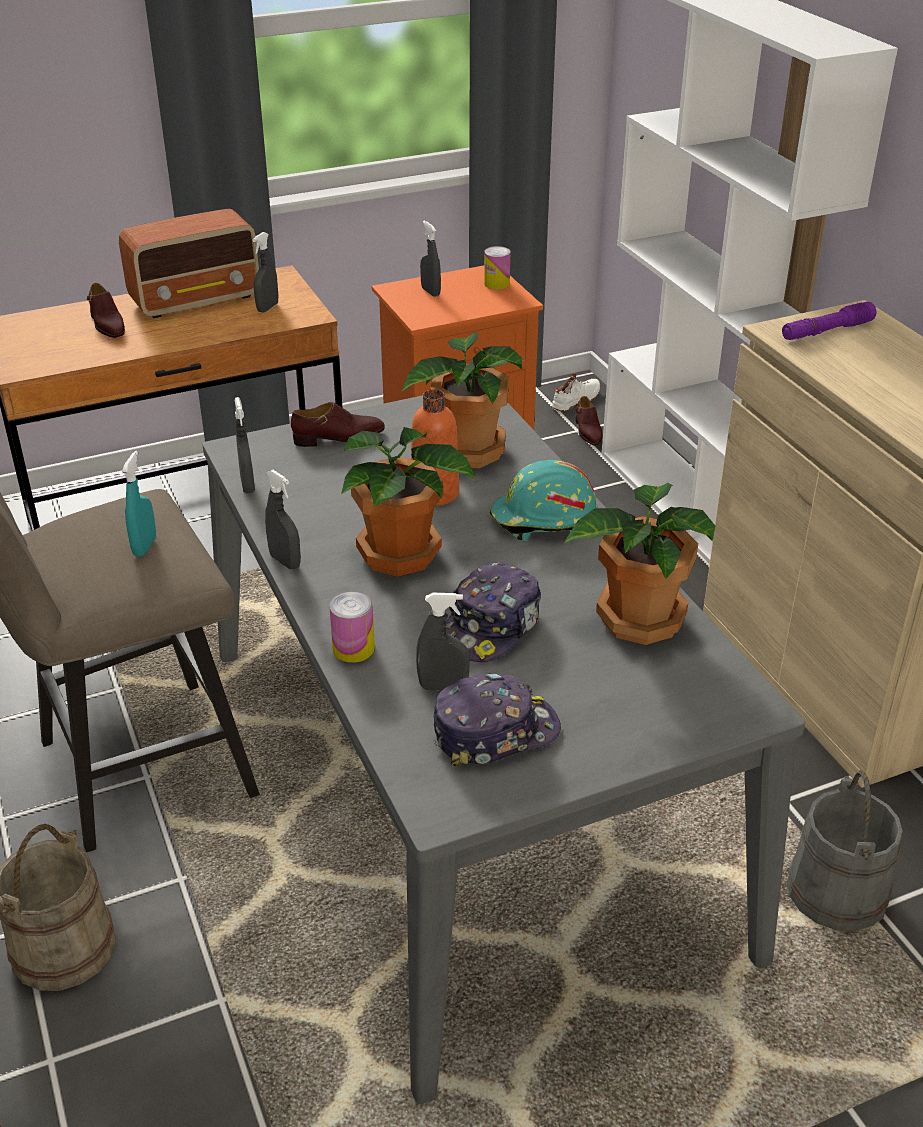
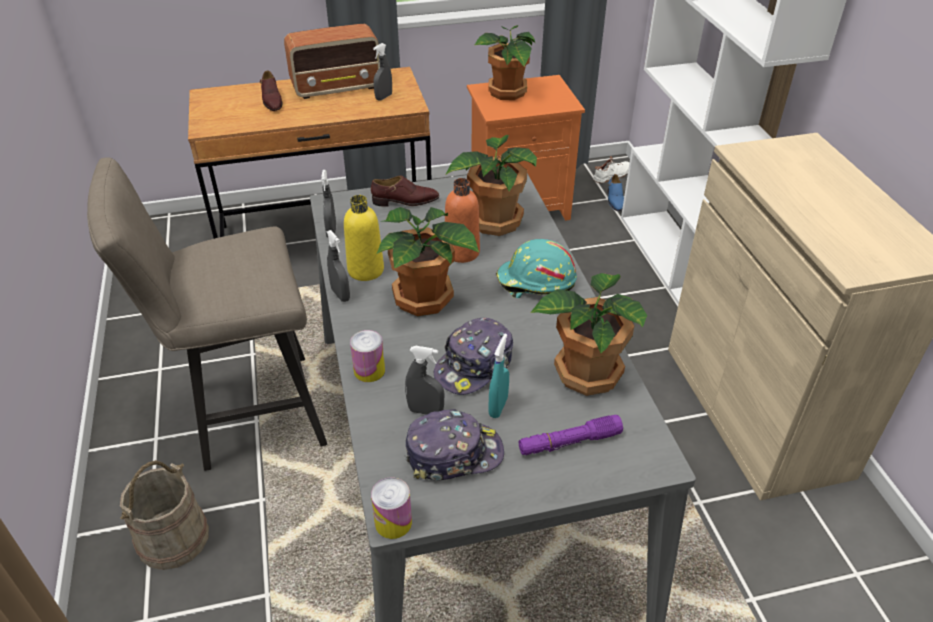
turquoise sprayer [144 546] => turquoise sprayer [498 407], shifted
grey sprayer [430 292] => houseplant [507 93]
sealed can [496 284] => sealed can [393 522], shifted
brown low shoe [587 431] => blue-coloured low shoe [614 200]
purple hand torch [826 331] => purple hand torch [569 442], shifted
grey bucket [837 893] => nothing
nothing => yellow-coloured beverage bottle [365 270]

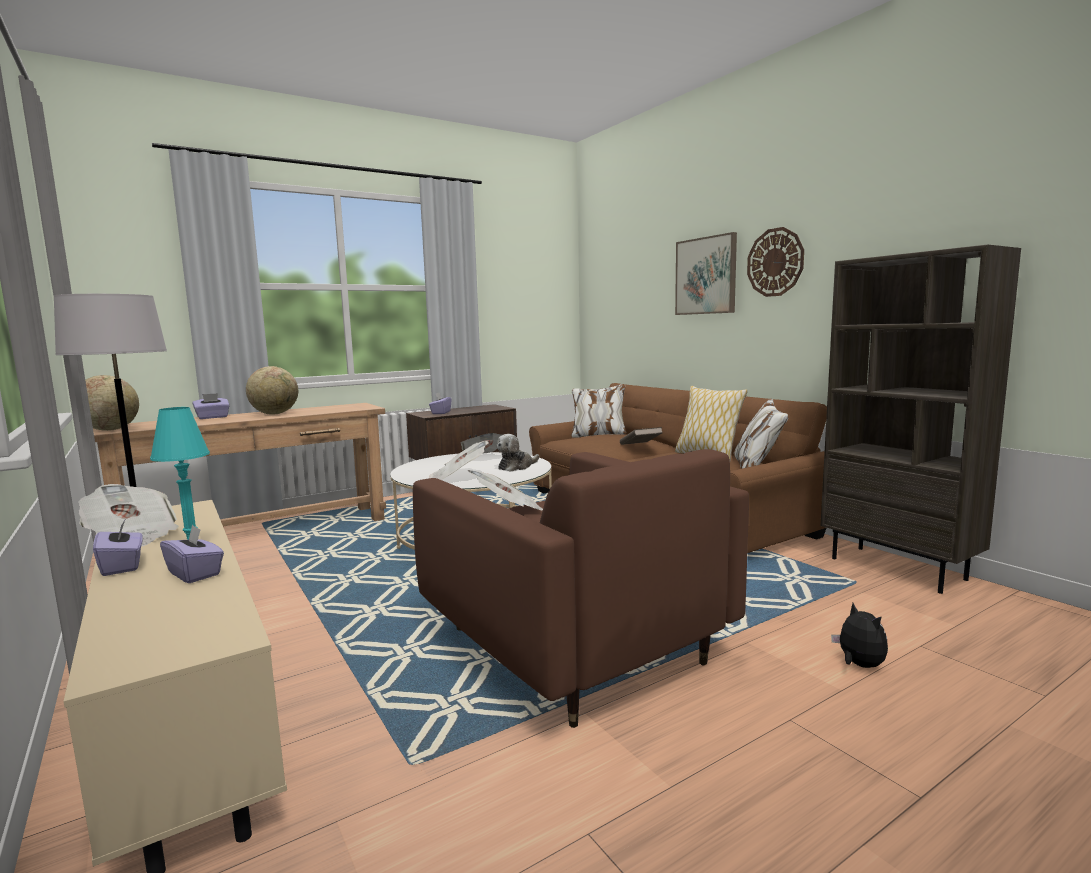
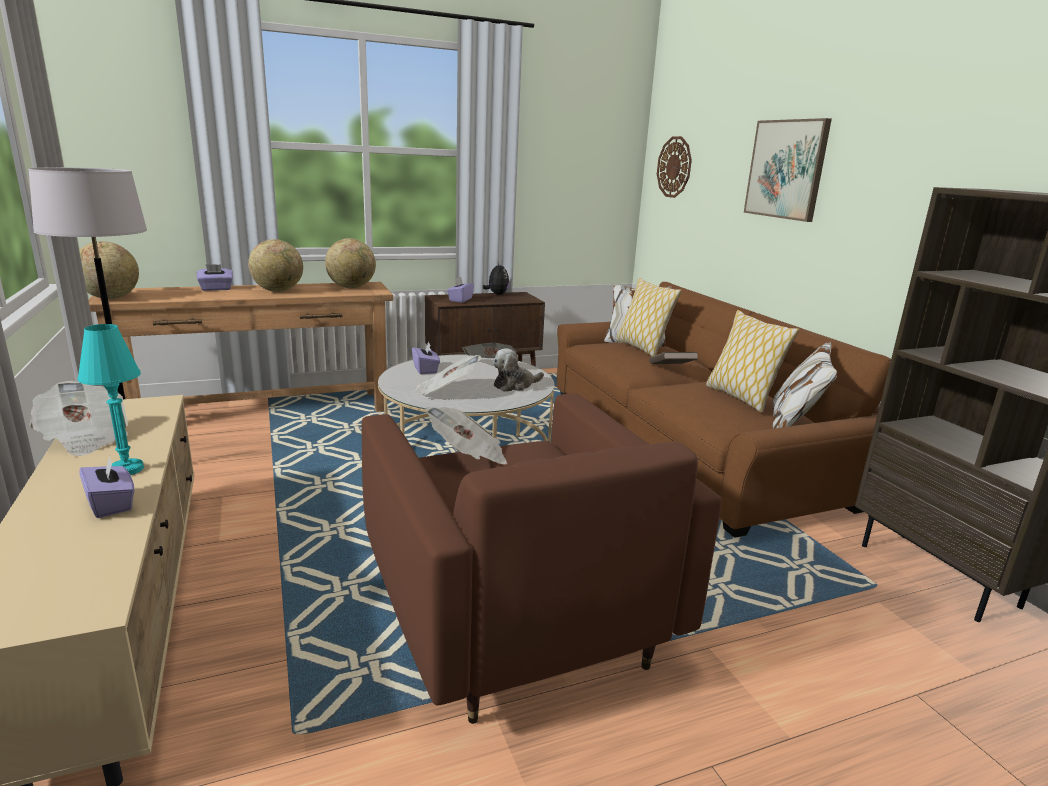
purple tissue holder [122 566] => purple tissue holder [426 369], shifted
wall clock [775 262] => wall clock [674 167], shifted
soft toy [859 665] => soft toy [496 294], shifted
nothing => globe [352 287]
nothing => pillow [642 348]

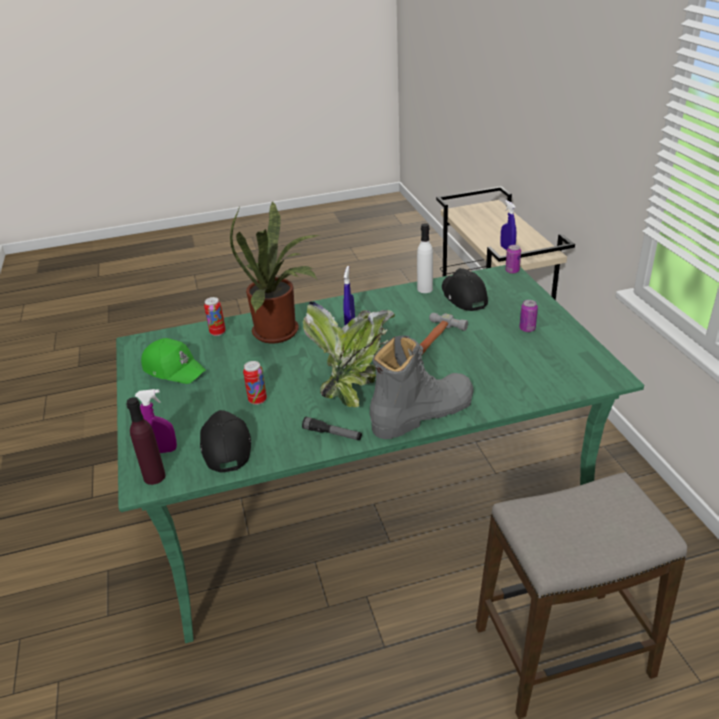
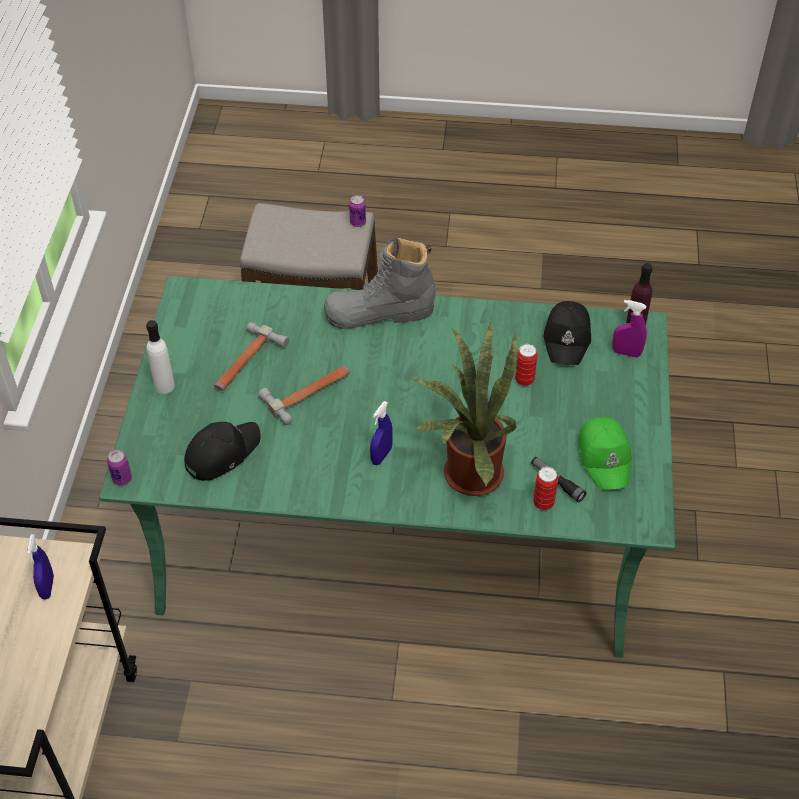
green-coloured cap [174 369] => green-coloured cap [605 457], 150 degrees counterclockwise
hand torch [332 434] => hand torch [557 482], shifted
houseplant [353 382] => nothing
white beverage bottle [425 289] => white beverage bottle [164 386], shifted
blackish cap [463 297] => blackish cap [221 453], 135 degrees counterclockwise
sealed can [527 329] => sealed can [357 222], shifted
nothing => hand hammer [245 363]

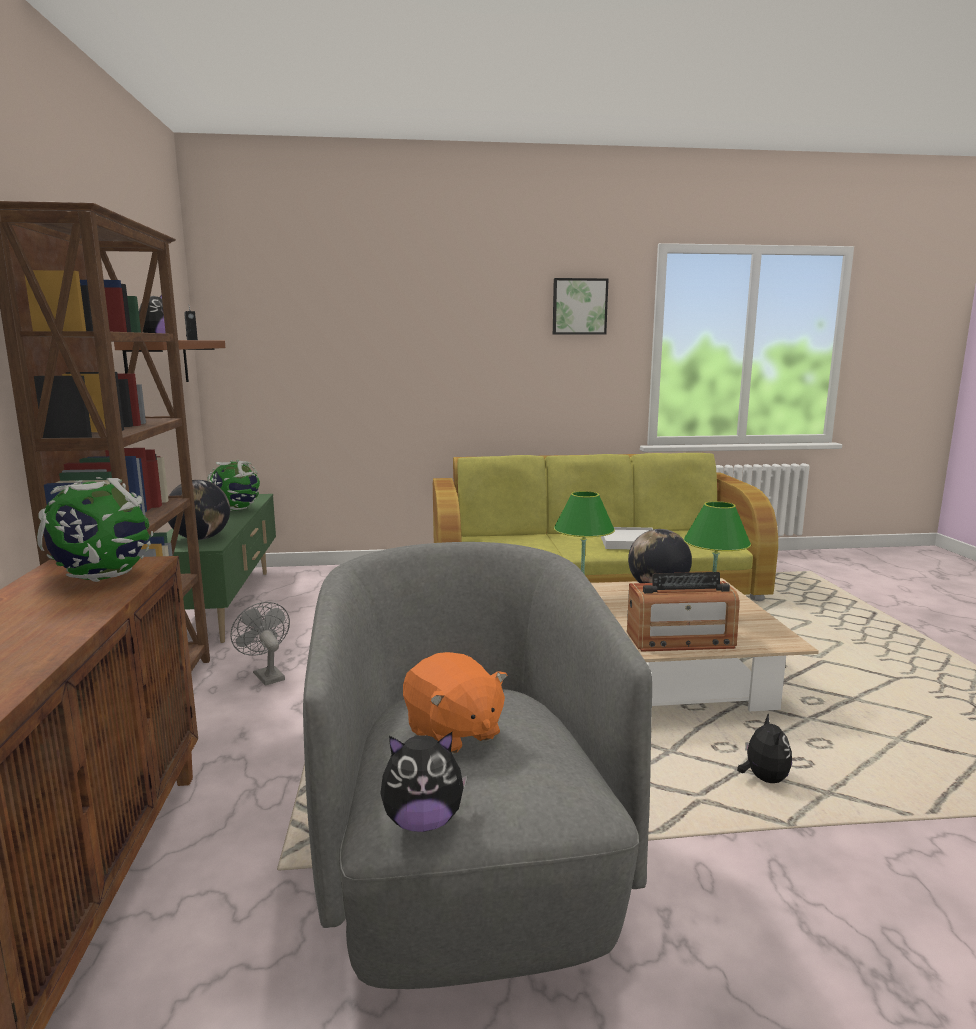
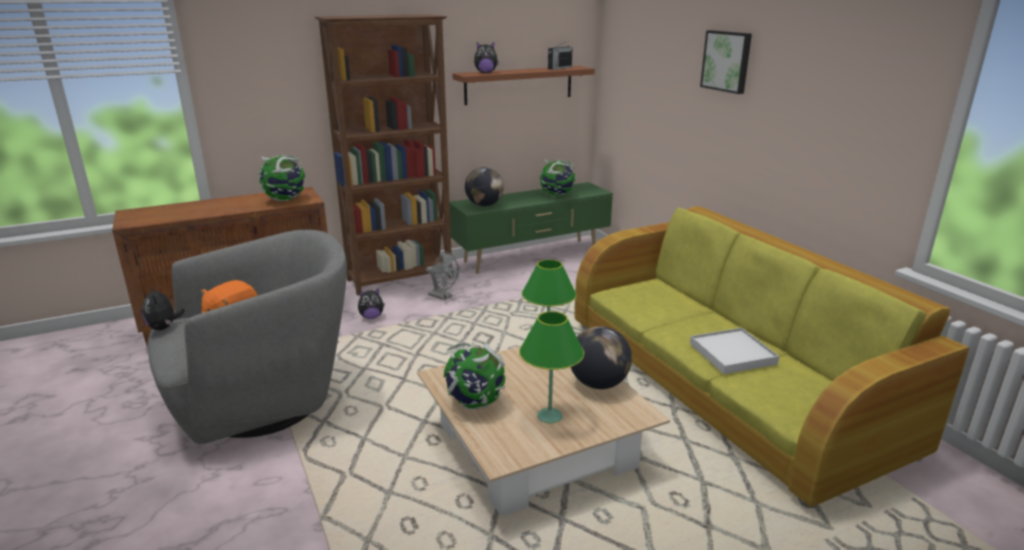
grey electric fan [266 675] => grey electric fan [443 296], 90 degrees clockwise
wall picture [579 306] => wall picture [727 61], shifted
radio [680 640] => globe [474 403]
soft toy [763 778] => soft toy [371 317], shifted

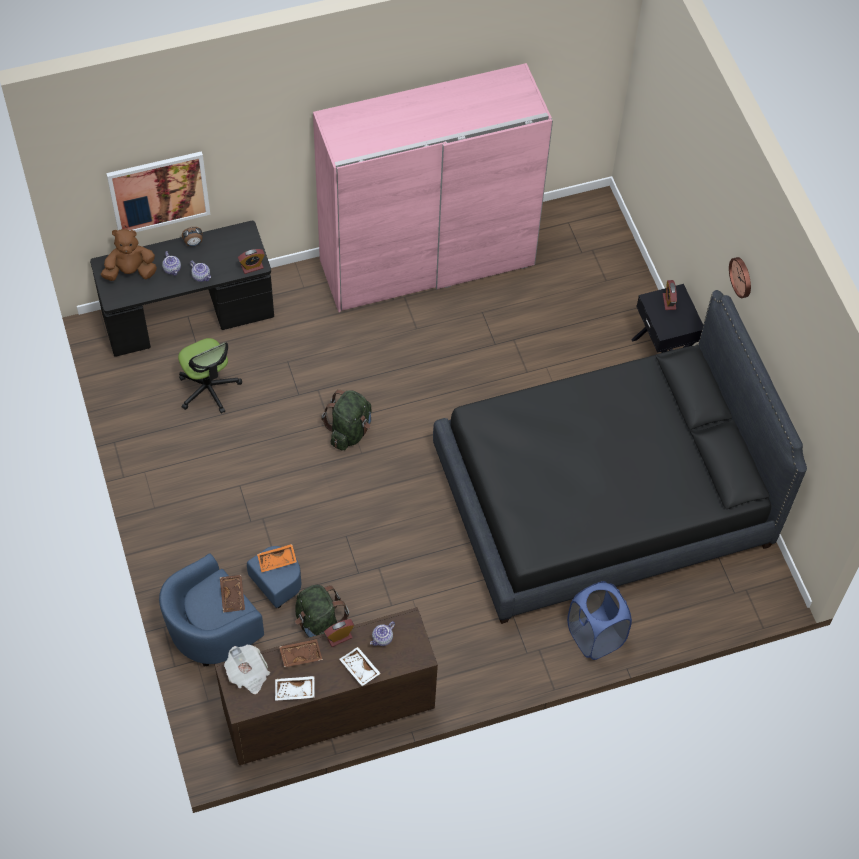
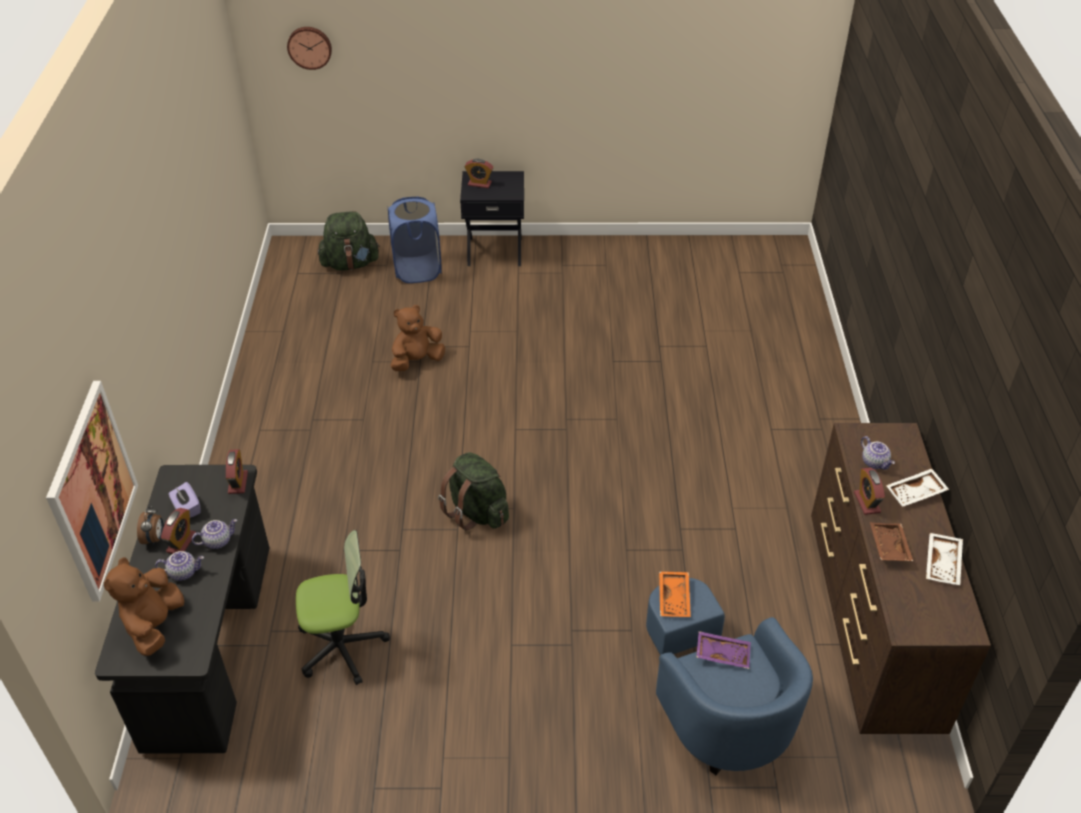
brown serving tray [233 595] => purple serving tray [722 653]
printed paper [248 674] => nothing
green-coloured backpack [319 624] => green-coloured backpack [350 264], shifted
pink-coloured armoire [427 262] => nothing
blackish bed [602 499] => nothing
blue-coloured laundry basket [595 636] => blue-coloured laundry basket [417 270], shifted
wall clock [742 277] => wall clock [309 47], shifted
nothing => bedside clock [181 543]
nothing => purple tissue holder [187 508]
nothing => brown soft toy [417 361]

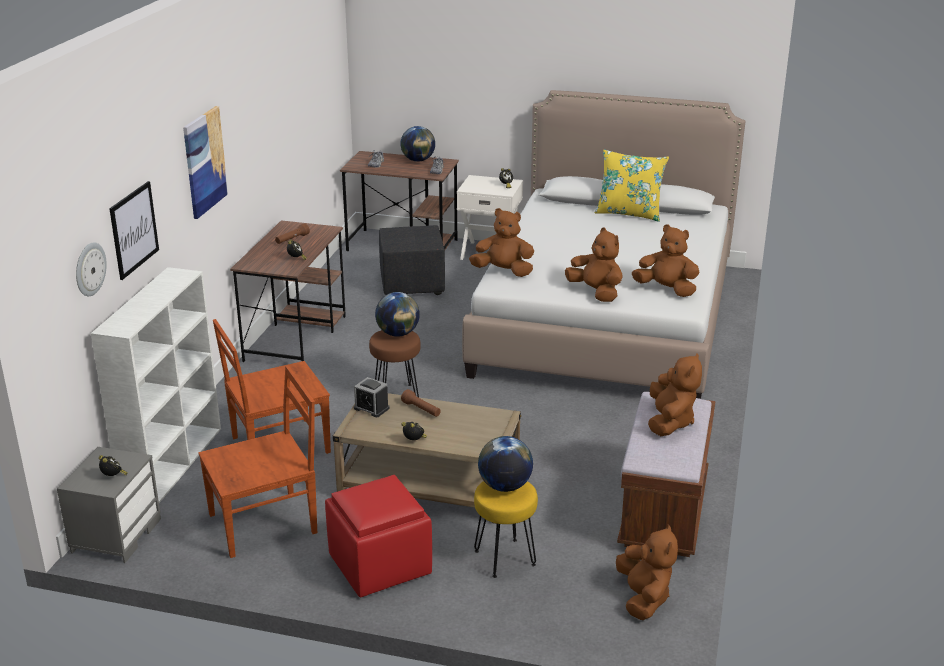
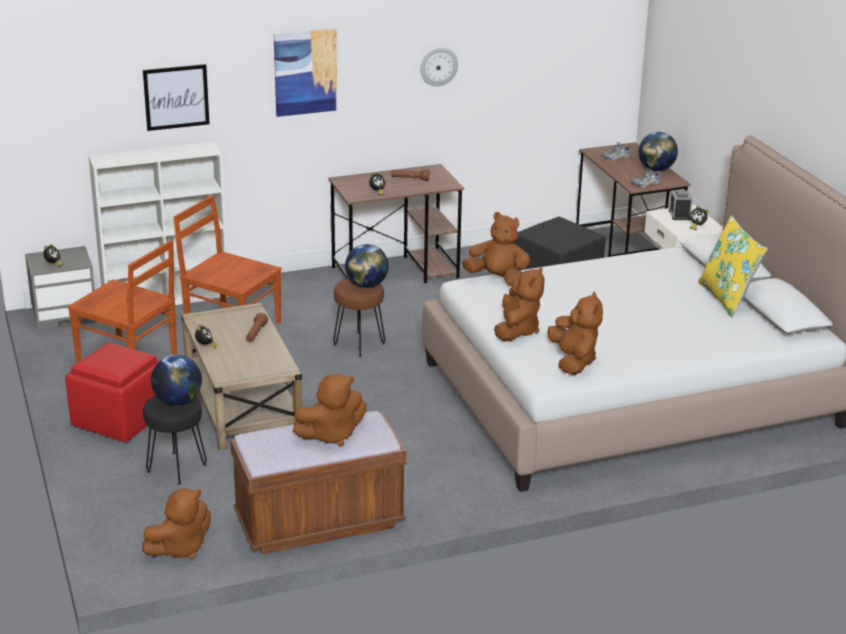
wall clock [89 269] => wall clock [438 66], shifted
bedside clock [371 408] => bedside clock [679 215], shifted
brown soft toy [503 271] => brown soft toy [498 279], 45 degrees counterclockwise
yellow-coloured sitting stool [504 558] => blackish sitting stool [176 467]

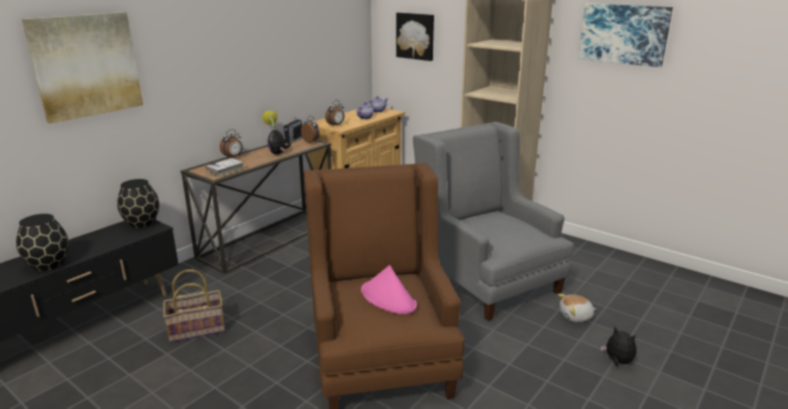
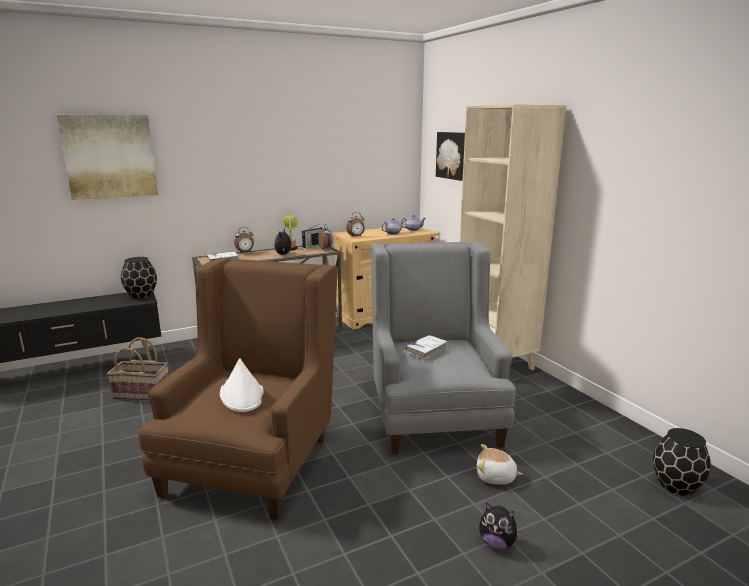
blackish vase [49 264] => blackish vase [677 486], shifted
pink-coloured clothing hat [388 298] => white clothing hat [242 394]
wall picture [623 34] => nothing
soft toy [617 362] => soft toy [497 543], 135 degrees clockwise
nothing => white bound book [426 350]

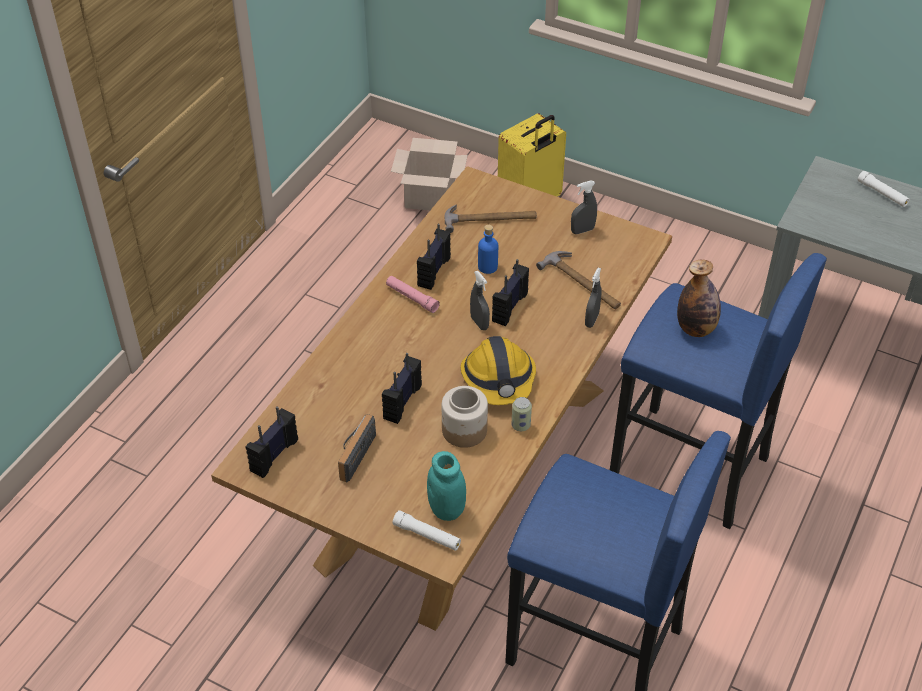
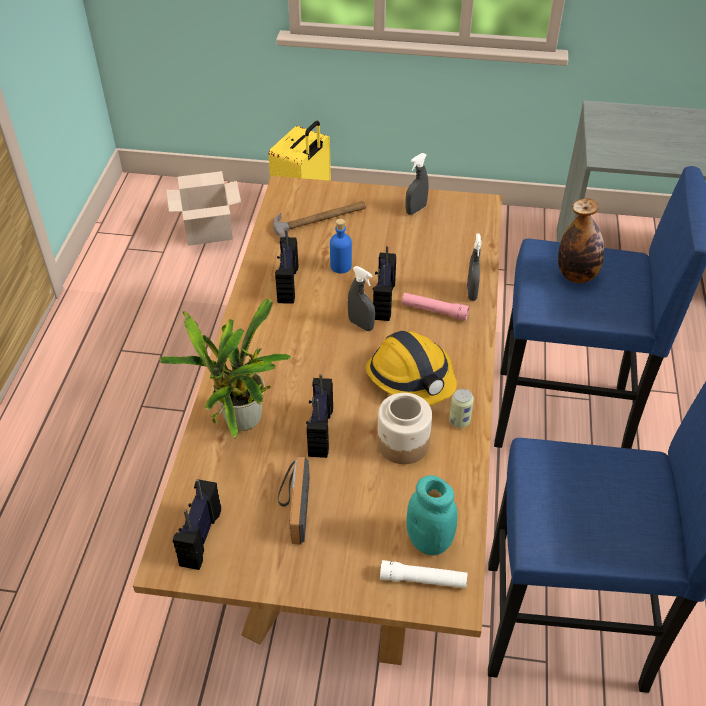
pink-coloured hand torch [412 298] => pink-coloured hand torch [434 311], shifted
hand hammer [582 283] => nothing
white hand torch [882 194] => nothing
nothing => houseplant [240 424]

